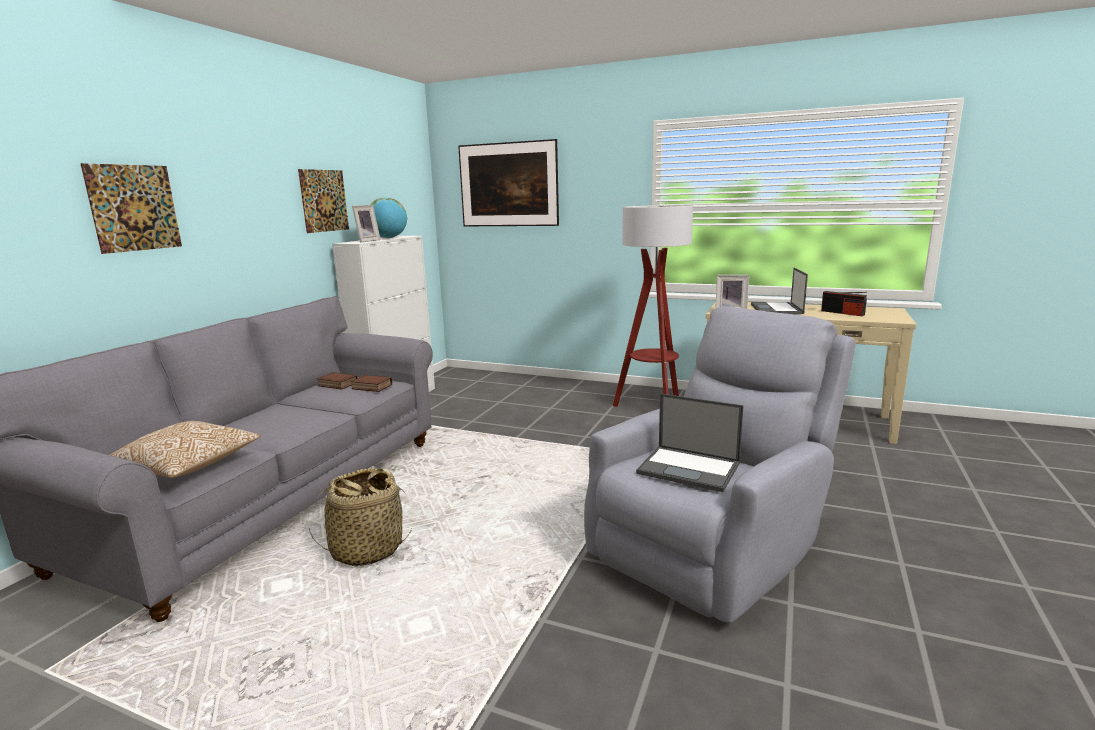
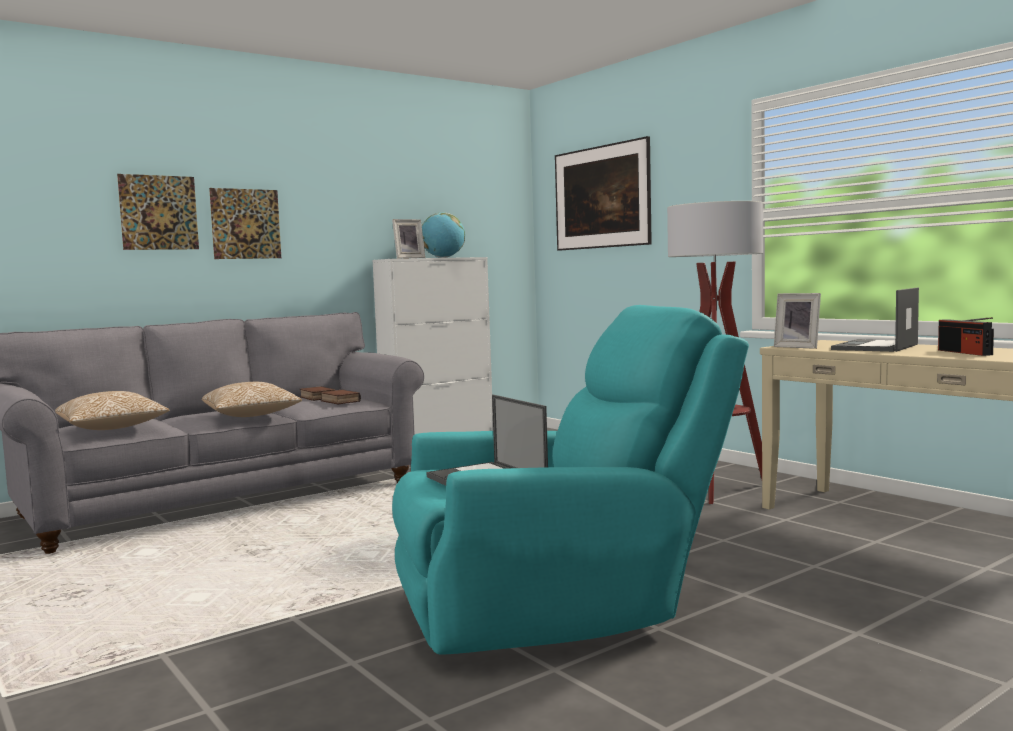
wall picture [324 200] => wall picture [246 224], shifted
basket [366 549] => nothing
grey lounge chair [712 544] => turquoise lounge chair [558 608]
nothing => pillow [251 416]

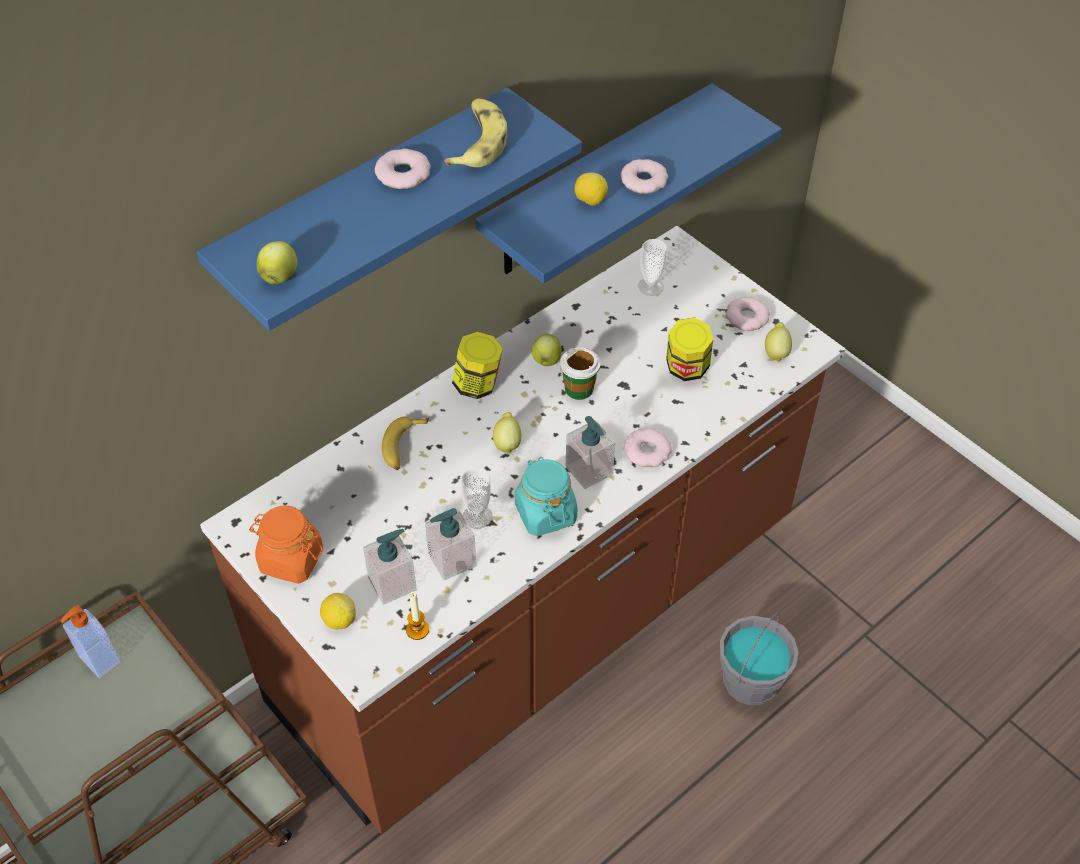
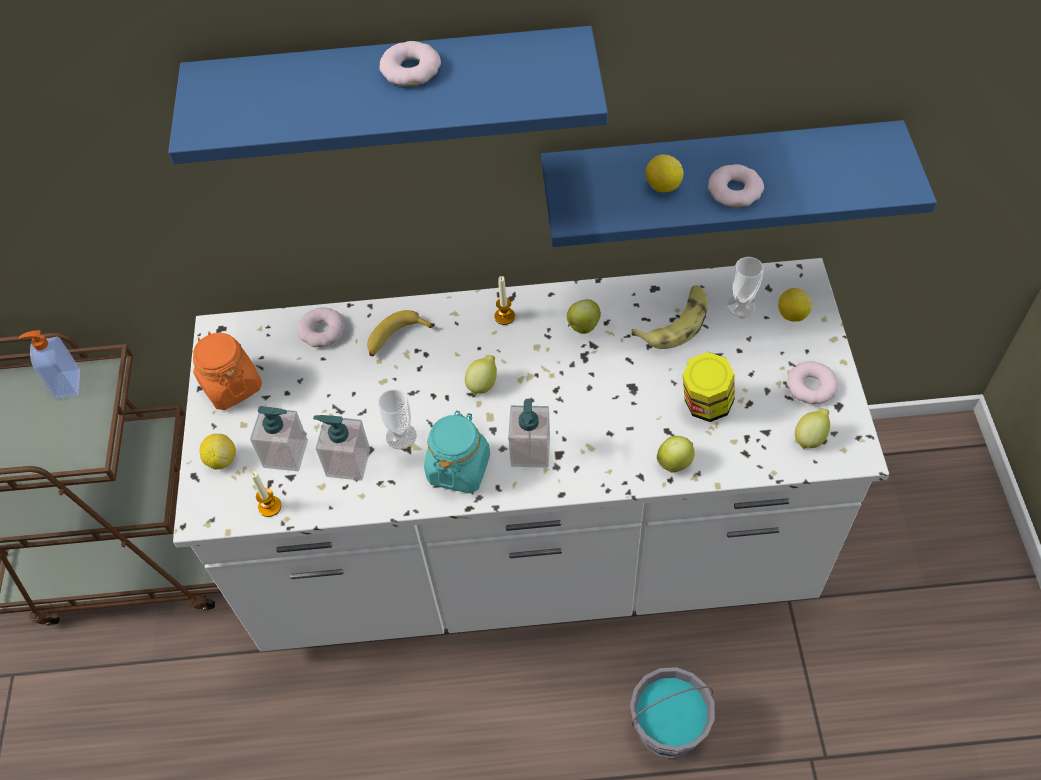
brown kitchen counter [539 616] => white kitchen counter [532 552]
apple [279 276] => apple [675 462], shifted
banana [478 142] => banana [675 323], shifted
jar [478 385] => wax candle [504 316]
small cup [579 389] => nothing
ring doughnut [647 451] => ring doughnut [322 331], shifted
nothing => citrus fruit [791 314]

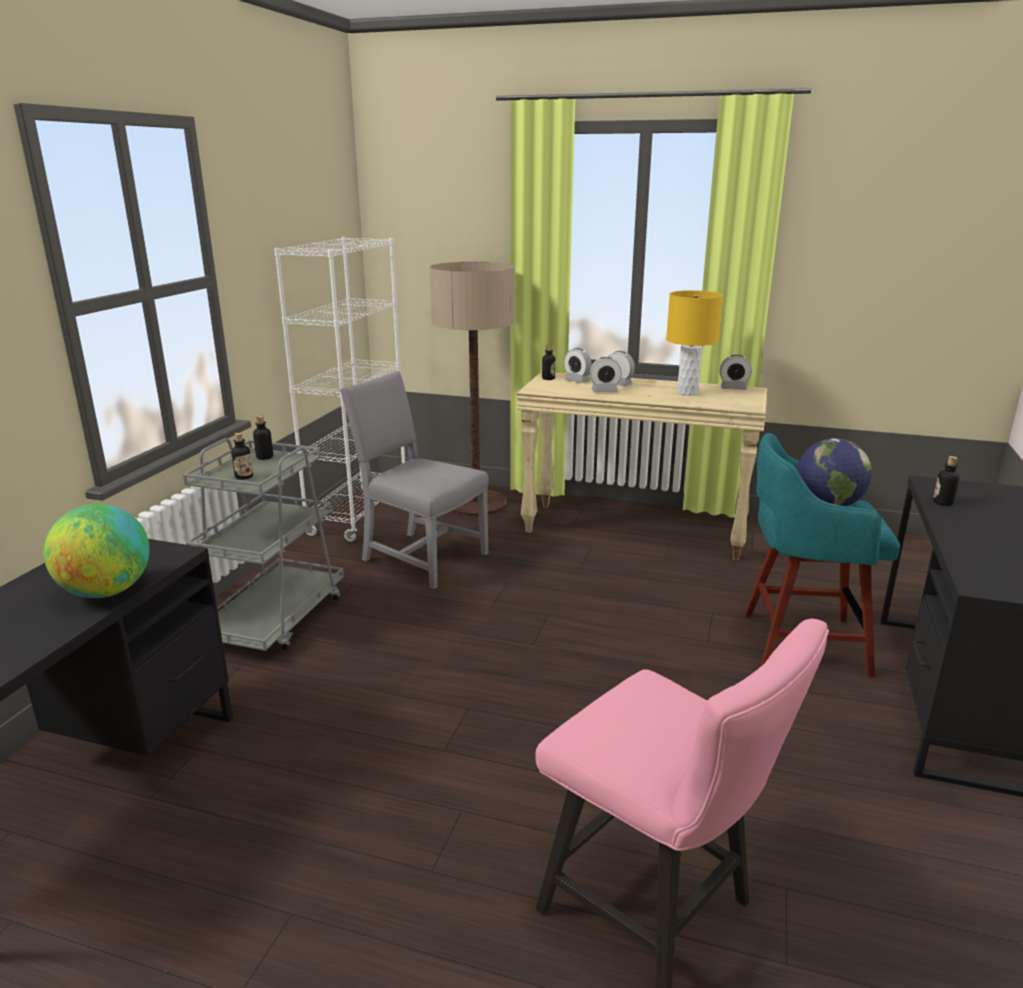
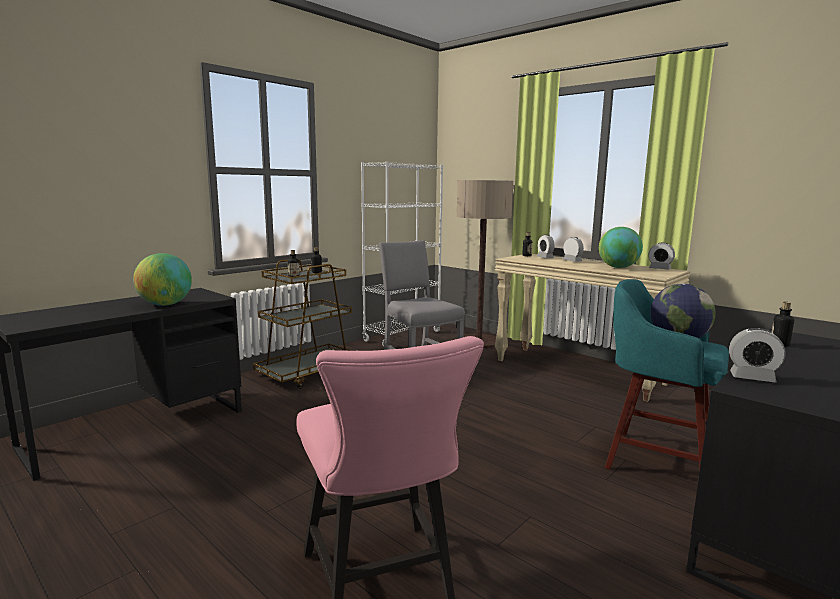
grey cart [275 619] => brown cart [308 373]
bedside clock [604 391] => bedside clock [752 377], shifted
yellow-coloured lamp for a table [687 393] => globe [618 267]

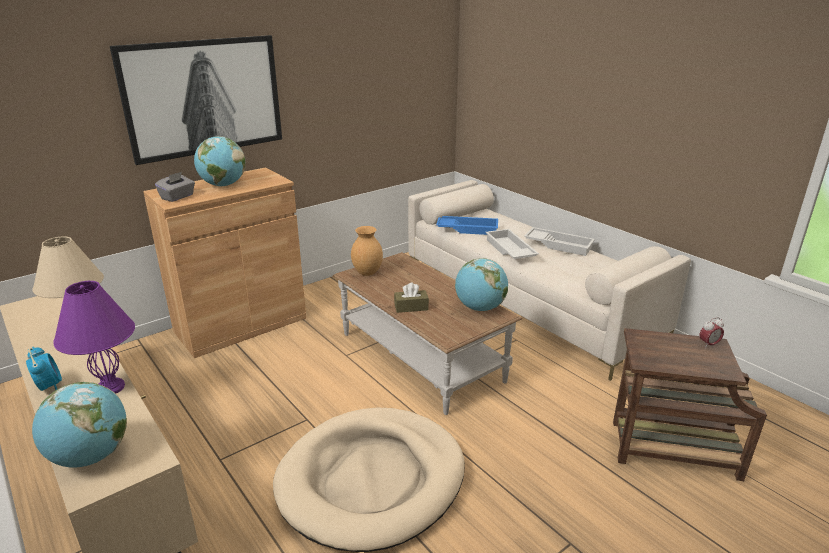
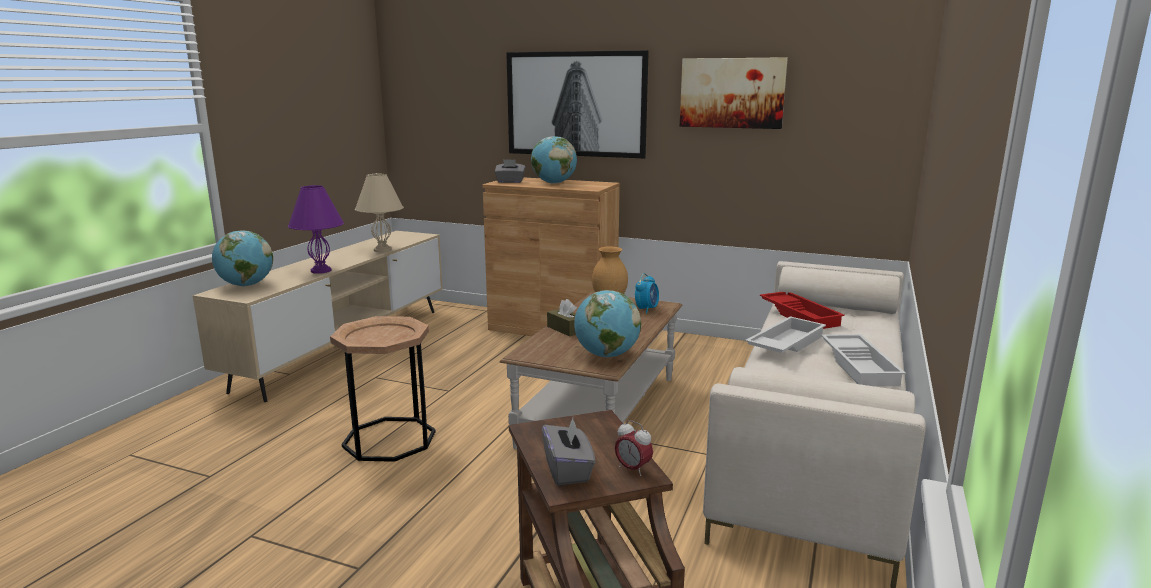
bedside clock [49 386] => bedside clock [646 309], shifted
sand-coloured dog cushion [372 480] => brown accent table [389 439]
blue-coloured serving tray [468 229] => reddish serving tray [801 315]
nothing => grey tissue holder [568 470]
nothing => wall picture [732 93]

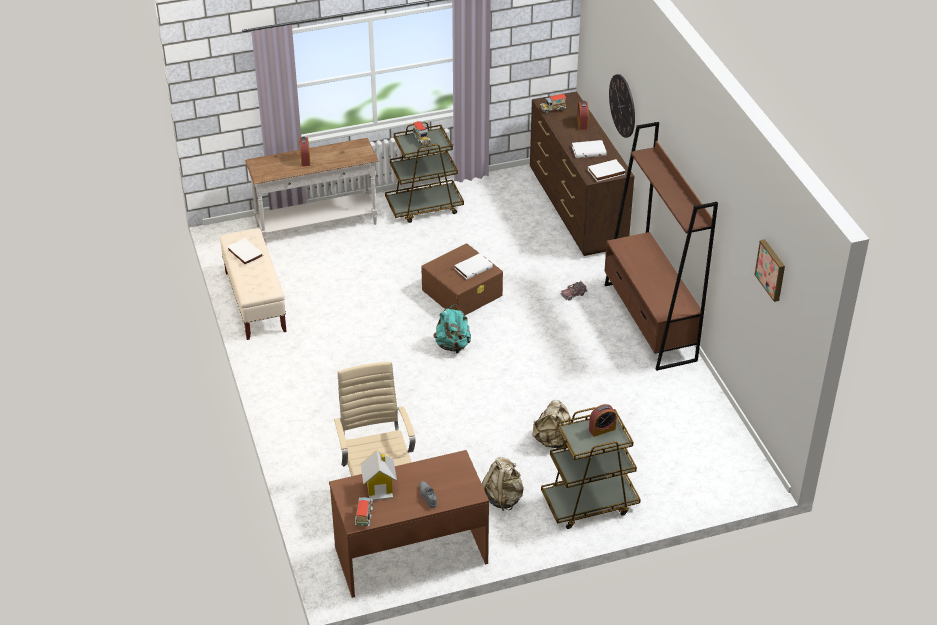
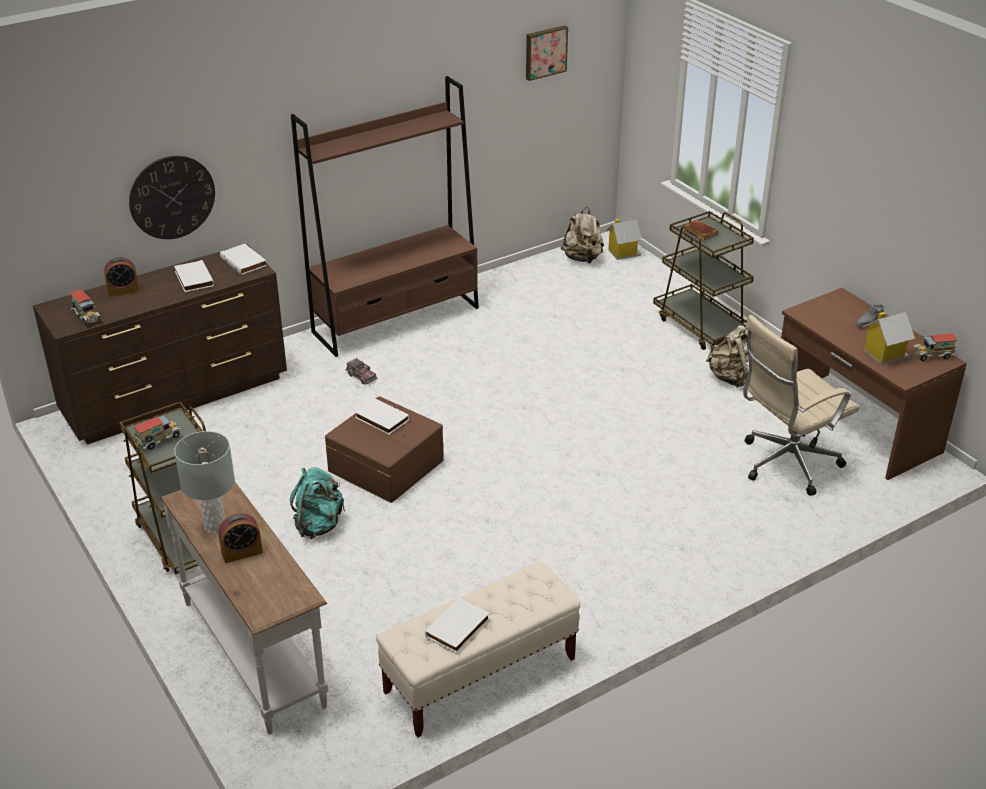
turquoise backpack [453 345] => turquoise backpack [318 525], shifted
sand-coloured backpack [552 440] => sand-coloured backpack [582 258], shifted
bedside clock [602 429] => brown bound book [699 233]
nothing => grey lamp for a table [215 526]
nothing => miniature house [622 252]

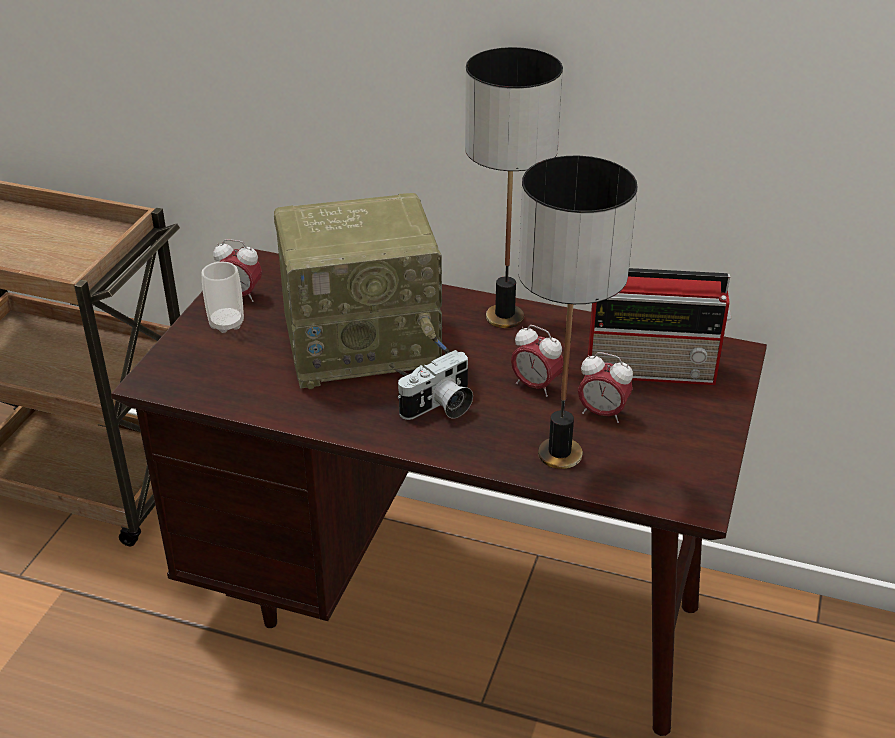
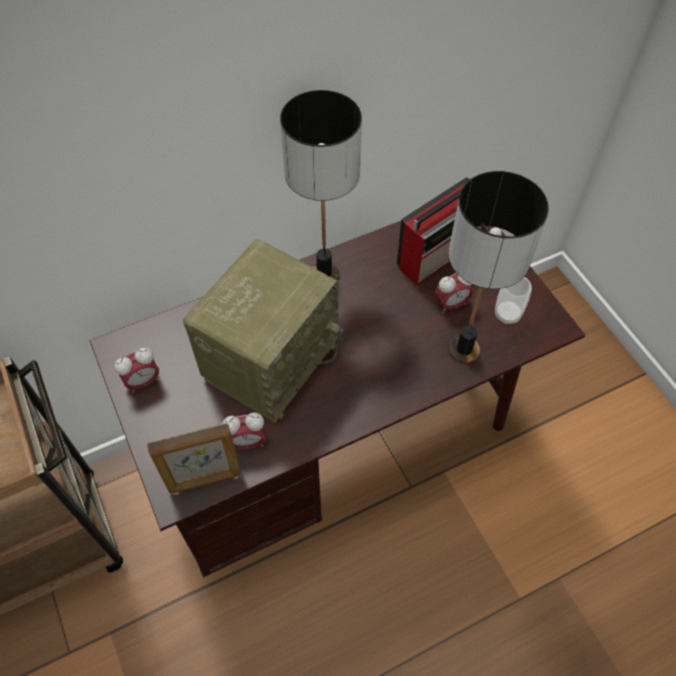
small cup [226 324] => small cup [507 314], shifted
photo camera [440 407] => nothing
bedside clock [535 386] => bedside clock [247 442], shifted
nothing => picture frame [205 480]

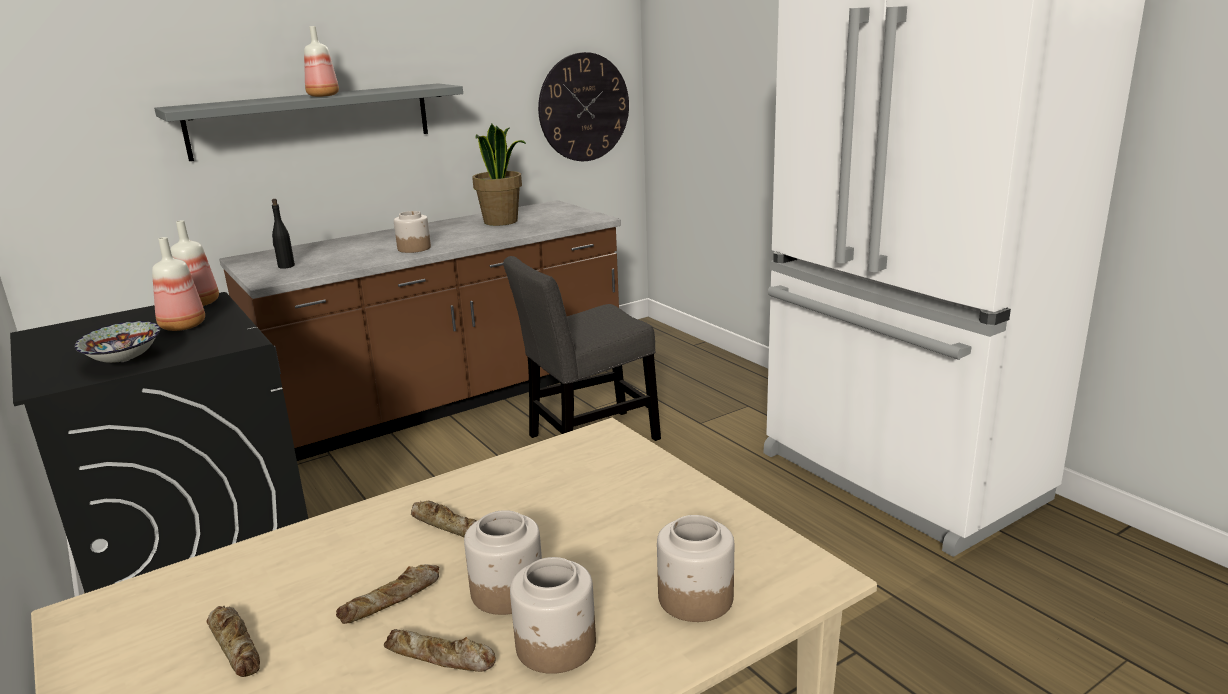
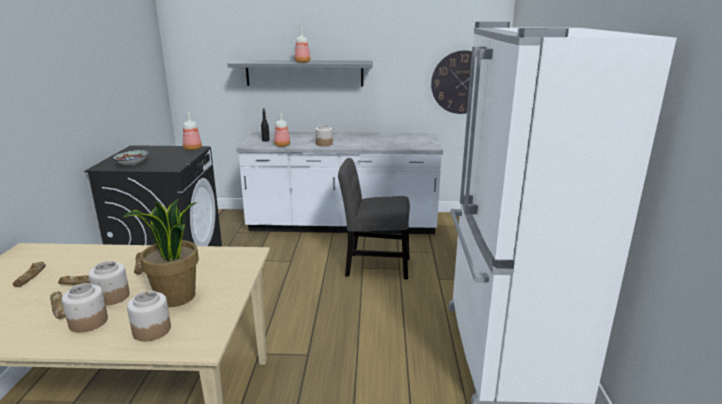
beverage bottle [181 327] => beverage bottle [281 145], shifted
brown kitchen counter [449 398] => white kitchen counter [342 224]
houseplant [501 221] => houseplant [176 297], shifted

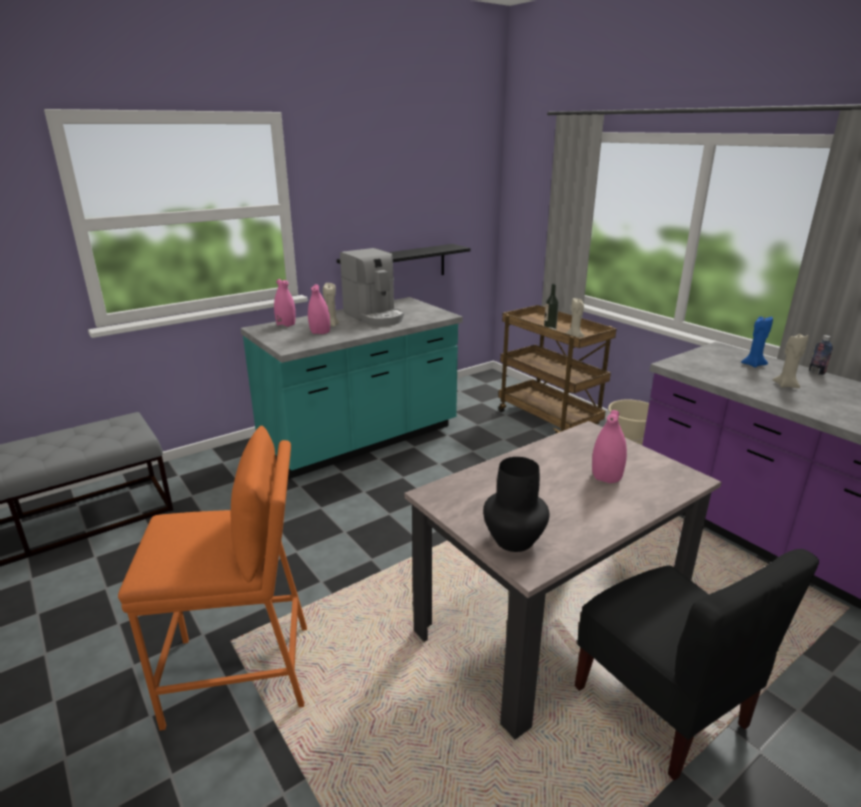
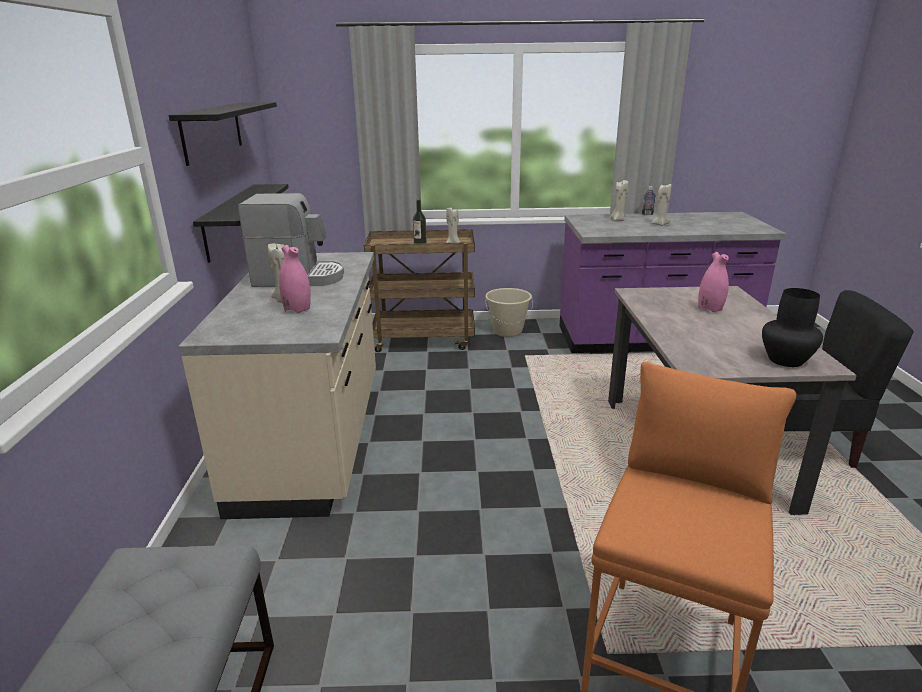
turquoise kitchen counter [361 440] => sand-coloured kitchen counter [315 439]
pink-coloured vase [286 325] => nothing
blue-coloured wax candle [753 364] => sand-coloured wax candle [618 220]
nothing => blackish shelf [212 131]

